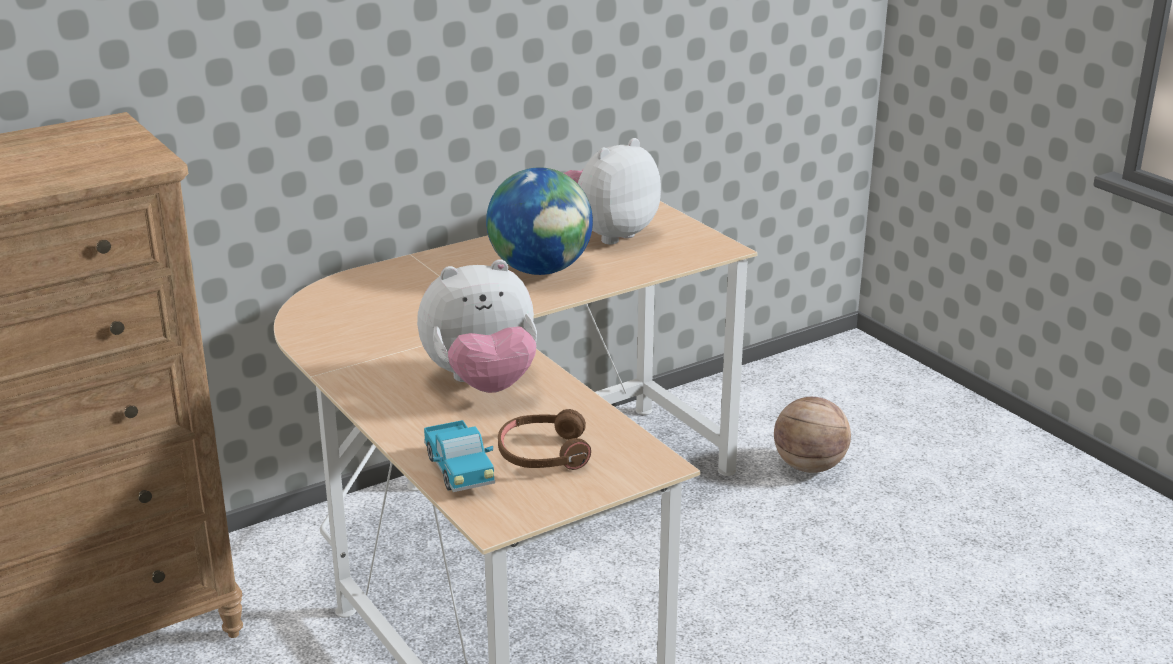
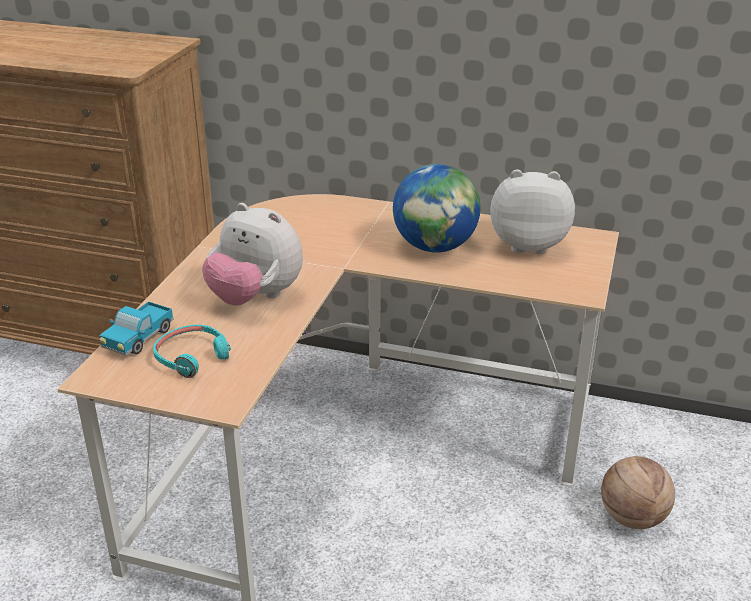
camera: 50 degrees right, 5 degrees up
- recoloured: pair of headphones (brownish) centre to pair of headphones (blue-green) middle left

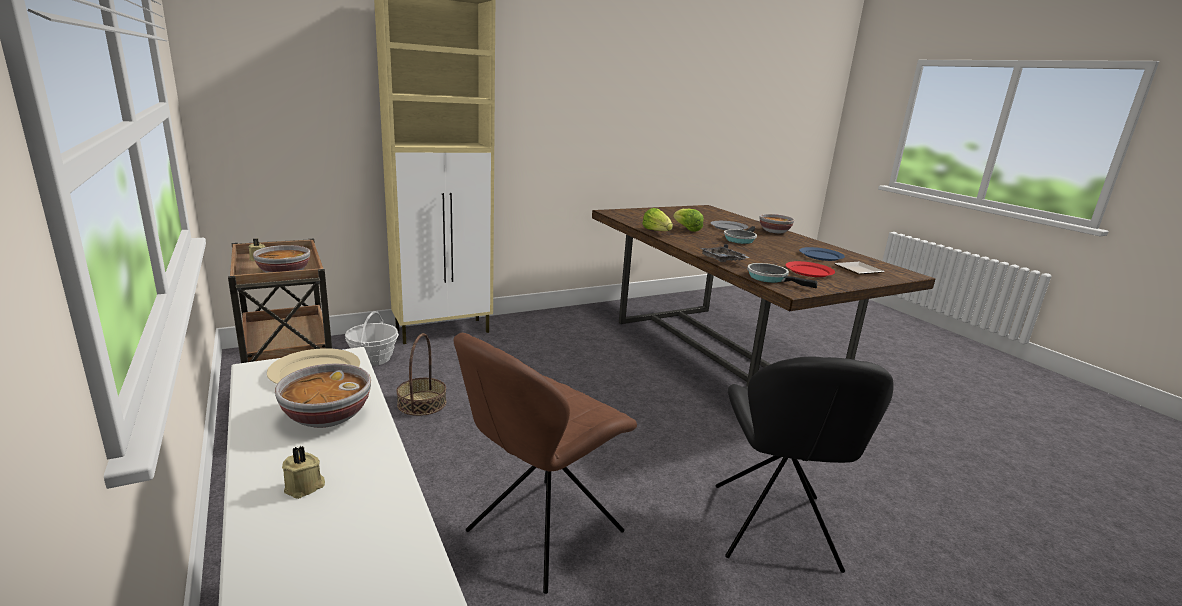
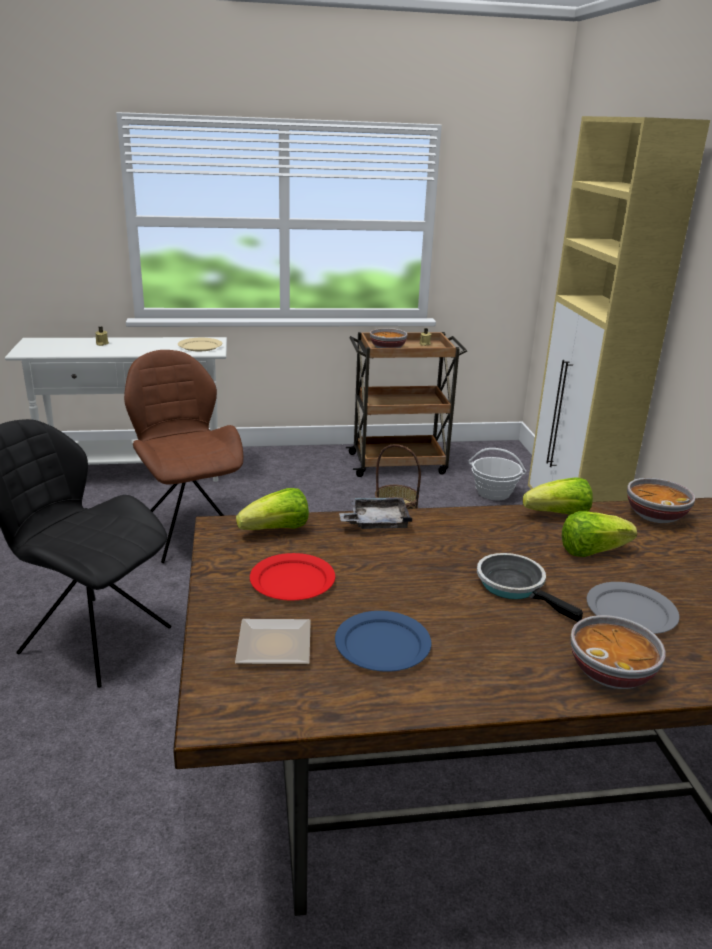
camera: 110 degrees right, 5 degrees up
- replaced: frying pan (2nd from left) centre to lettuce head (1st from left) centre
- moved: bowl (2nd from left in the first image) middle left to bowl (3rd from left) middle right

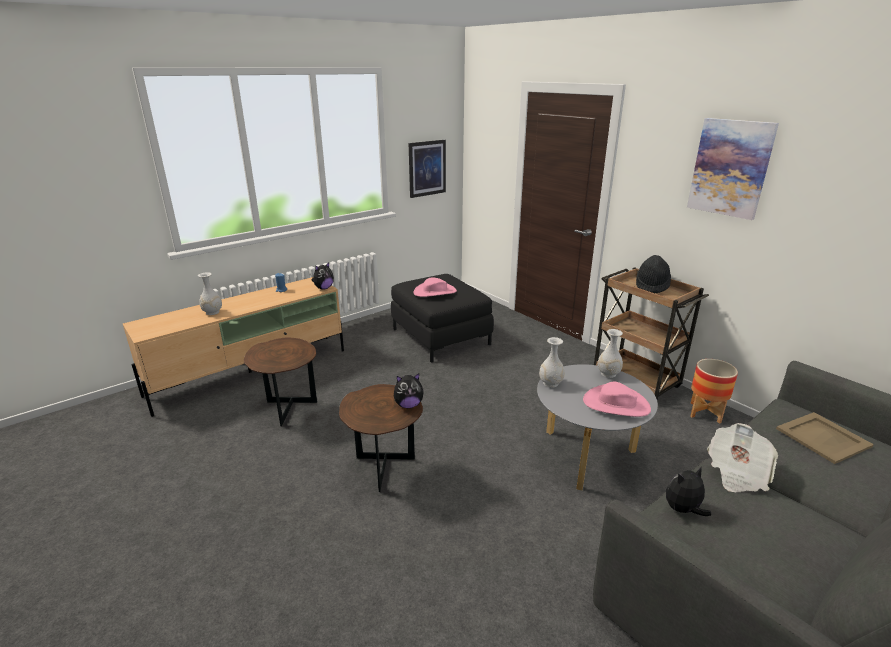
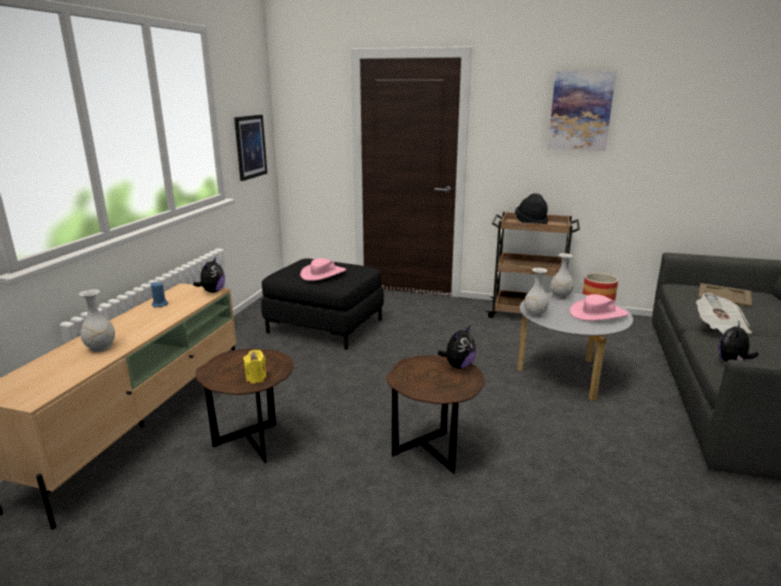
camera: 35 degrees left, 5 degrees down
- added: wax candle (yellow-coloured) middle left

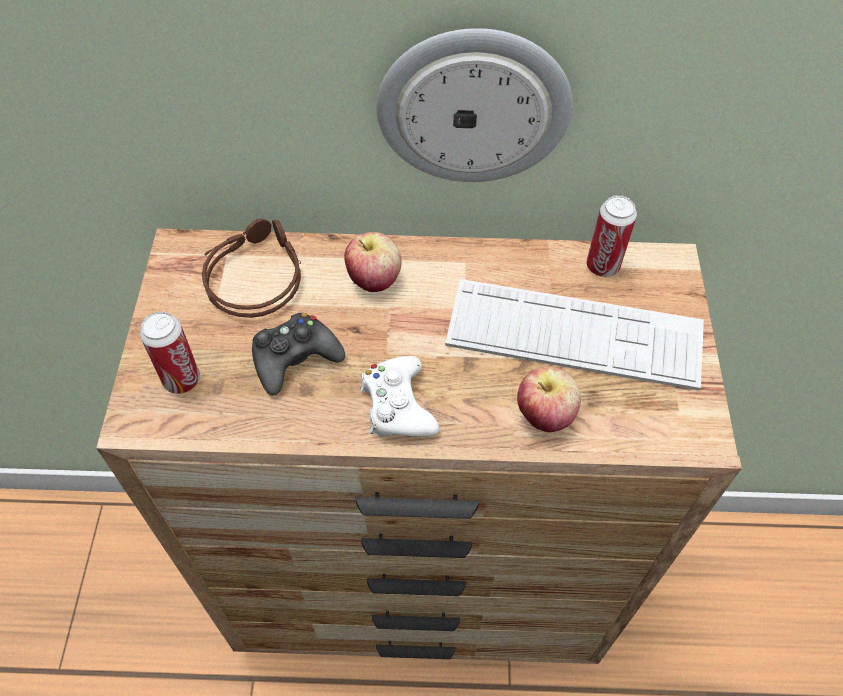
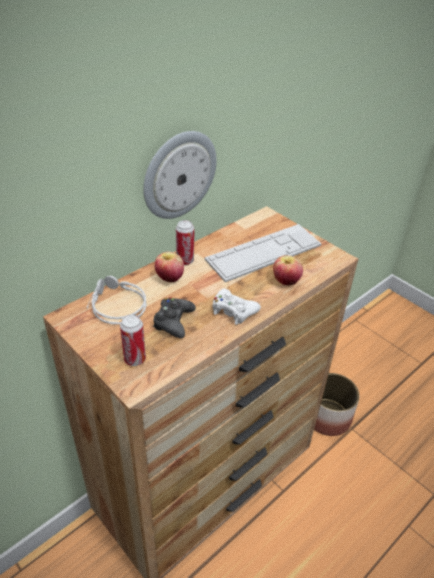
camera: 45 degrees left, 15 degrees down
- recoloured: pair of headphones (brownish) middle left to pair of headphones (gray) middle left
- moved: metal can (2nd from left) middle right to centre
- added: flower pot bottom right

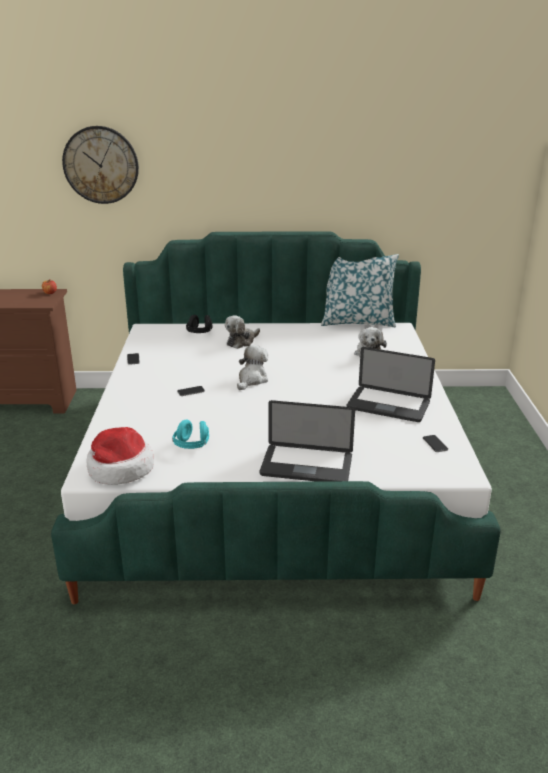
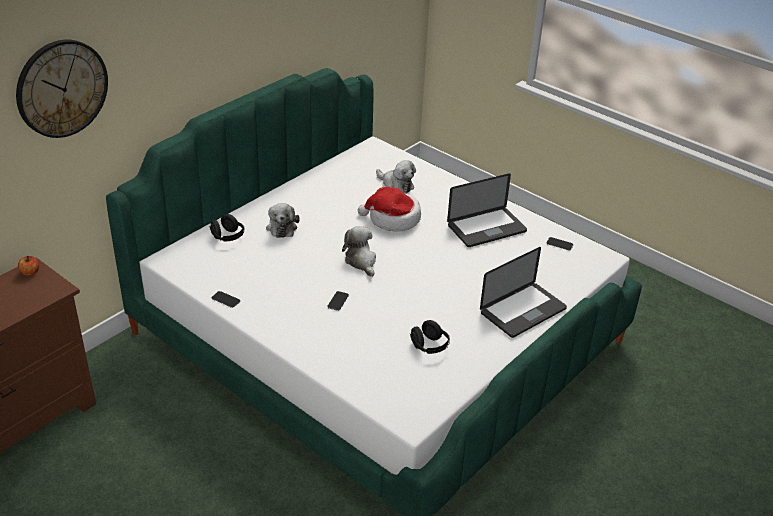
camera: 50 degrees left, 10 degrees up
- moved: hat middle left to centre
- recoloured: pair of headphones (blue-green) centre to pair of headphones (black) (2nd from left) centre
- removed: cushion centre

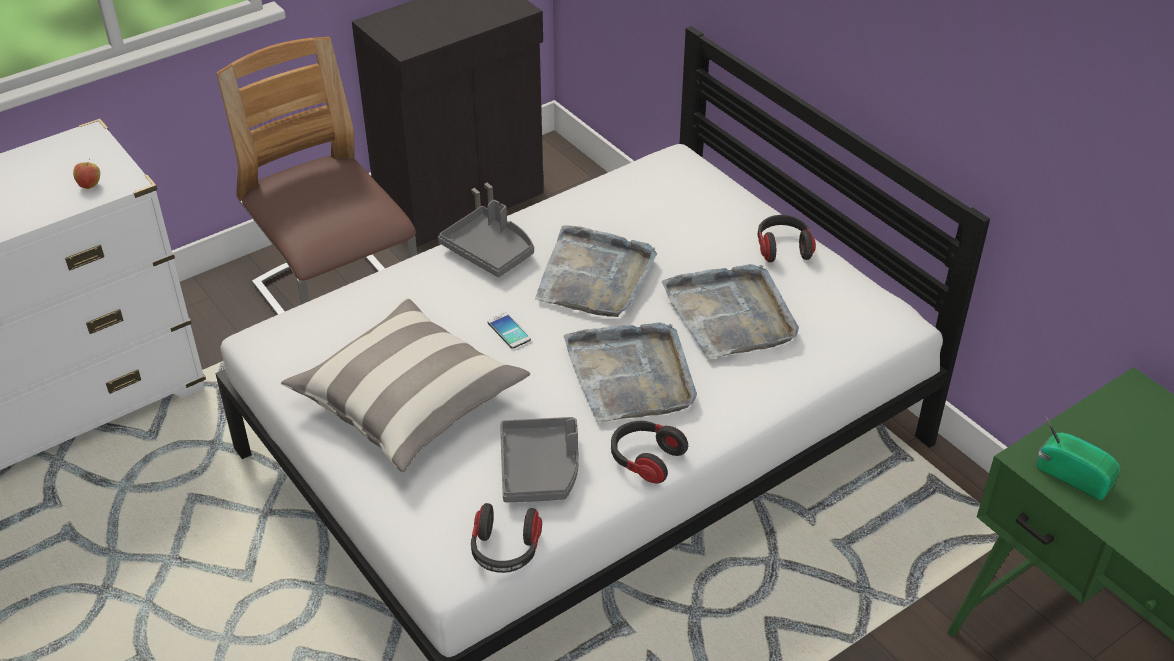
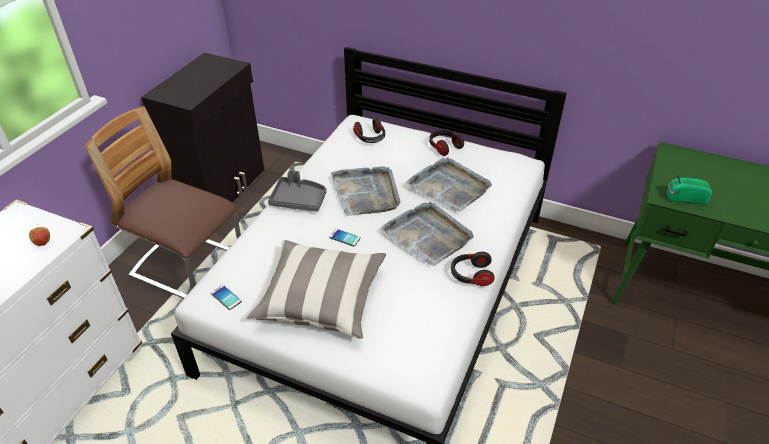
camera: 30 degrees left, 0 degrees up
- added: handset (1st from left) bottom left
- moved: pair of headphones (1st from left) bottom centre to top centre
- removed: carrying tray (gray) (2nd from left) bottom centre

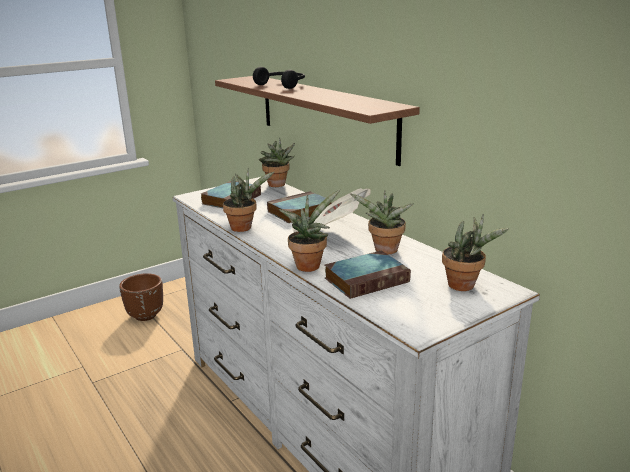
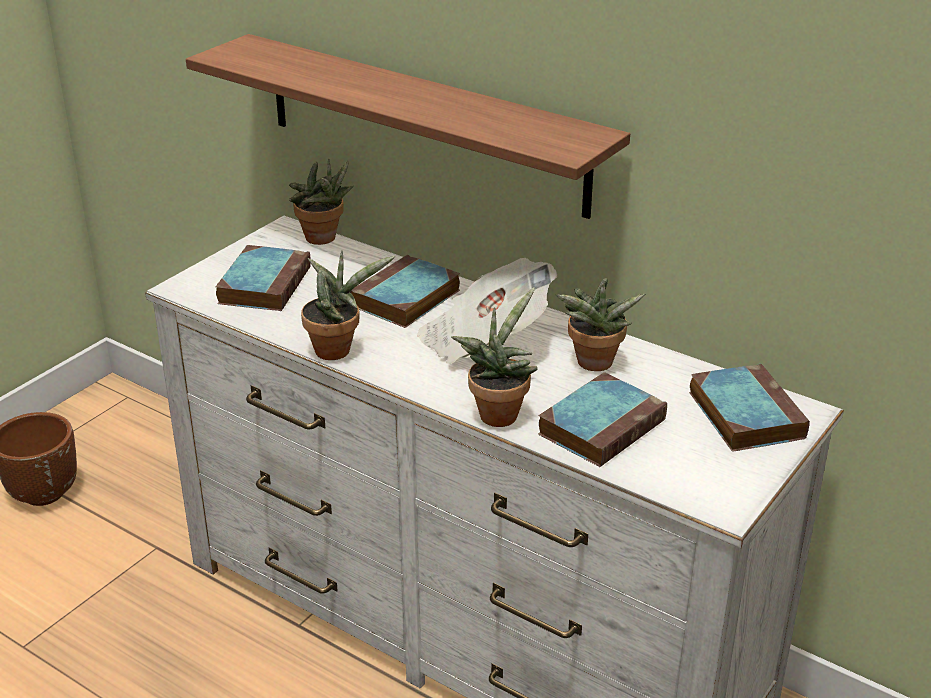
camera: 20 degrees left, 10 degrees up
- replaced: potted plant (5th from left) middle right to book (4th from left) middle right
- removed: pair of headphones (black) top centre

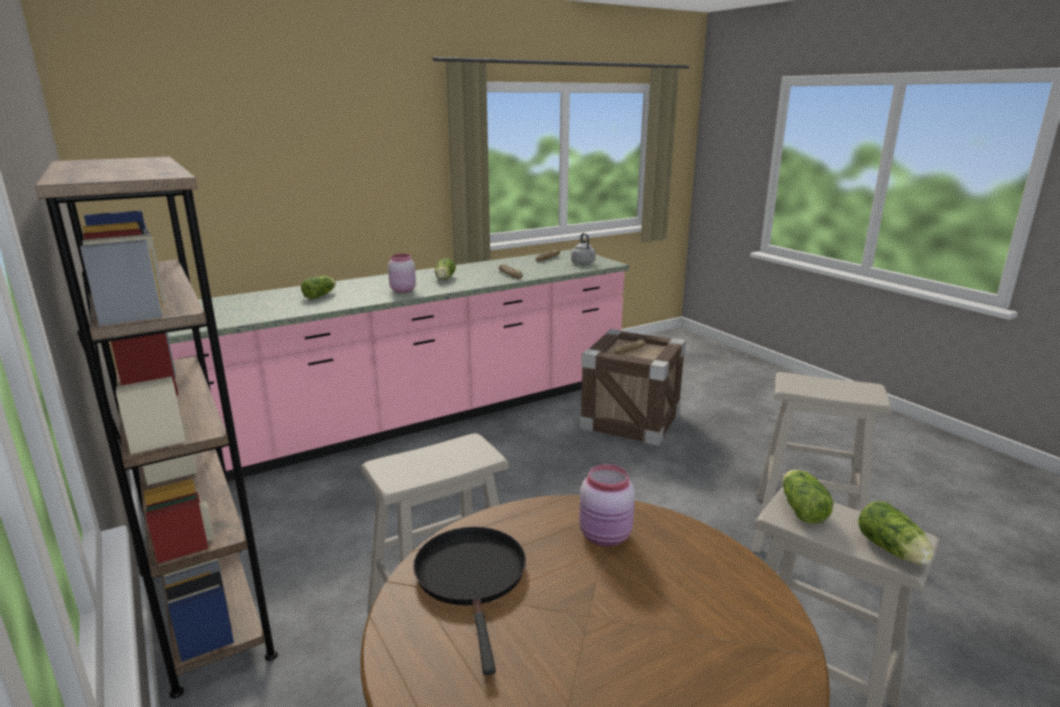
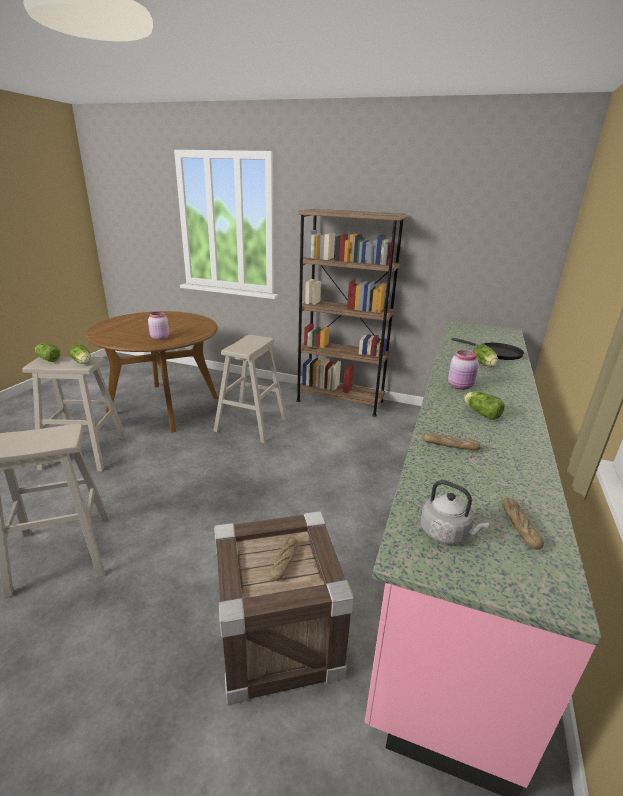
camera: 140 degrees right, 5 degrees up
- moved: frying pan (black) bottom centre to middle right

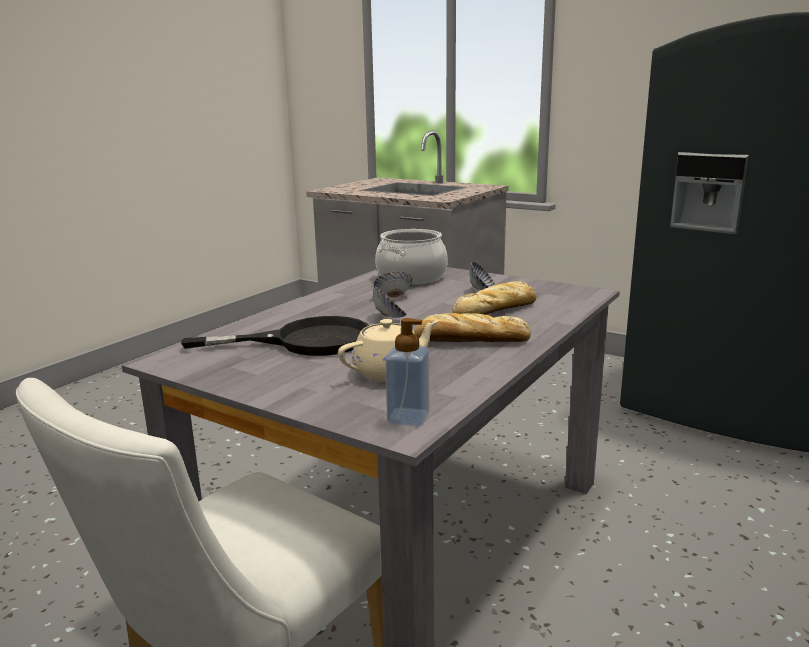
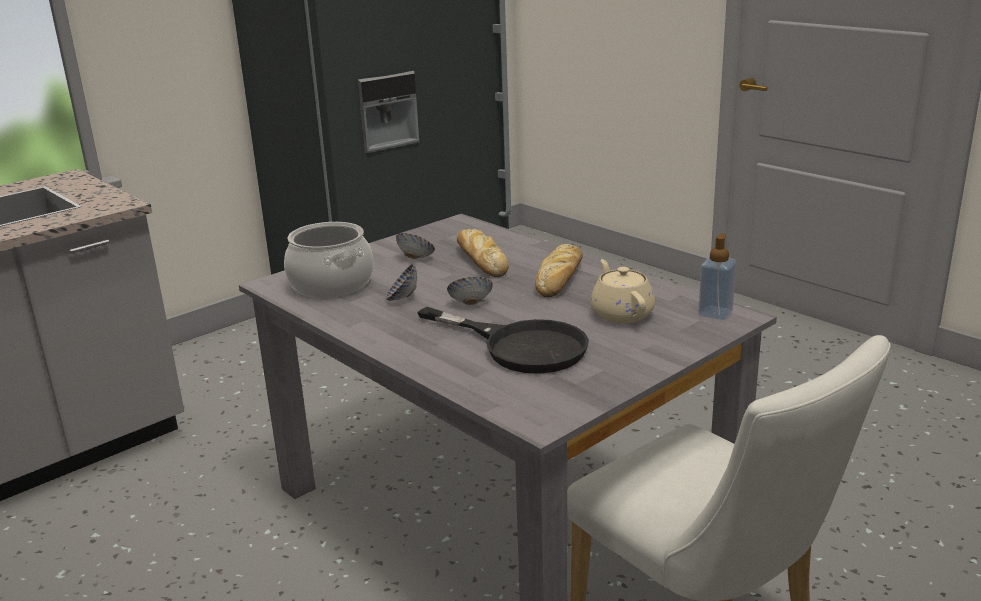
camera: 75 degrees left, 5 degrees up
- turned: frying pan (black) centre = centre 120 degrees clockwise

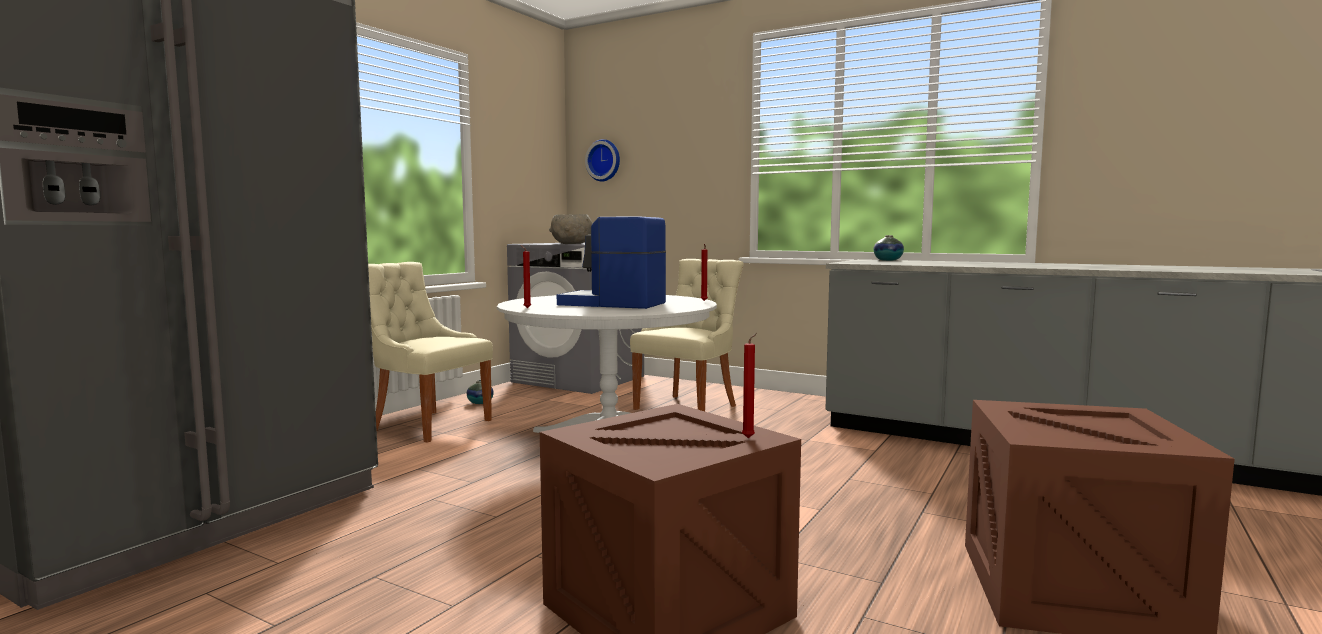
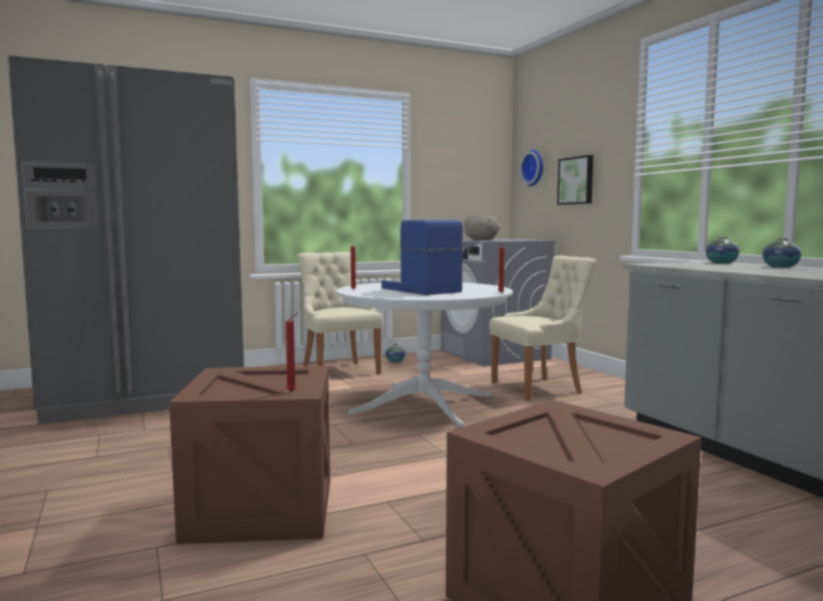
camera: 35 degrees right, 0 degrees up
- added: wall picture top right
- added: decorative vase (3rd from left) middle right

